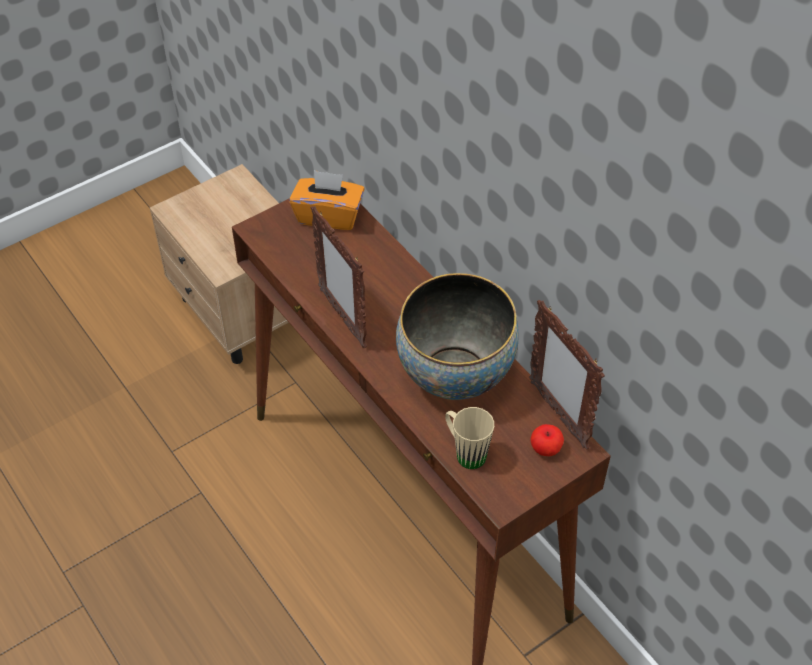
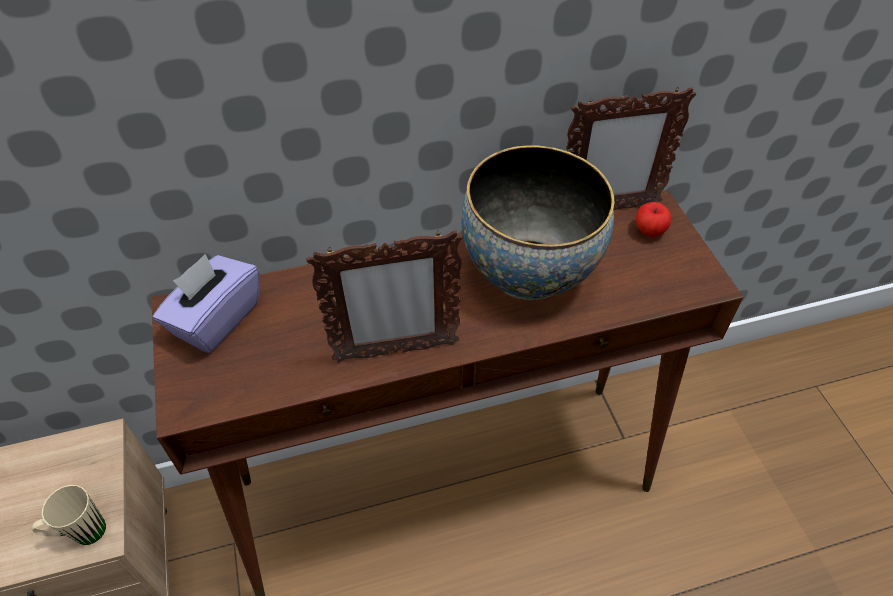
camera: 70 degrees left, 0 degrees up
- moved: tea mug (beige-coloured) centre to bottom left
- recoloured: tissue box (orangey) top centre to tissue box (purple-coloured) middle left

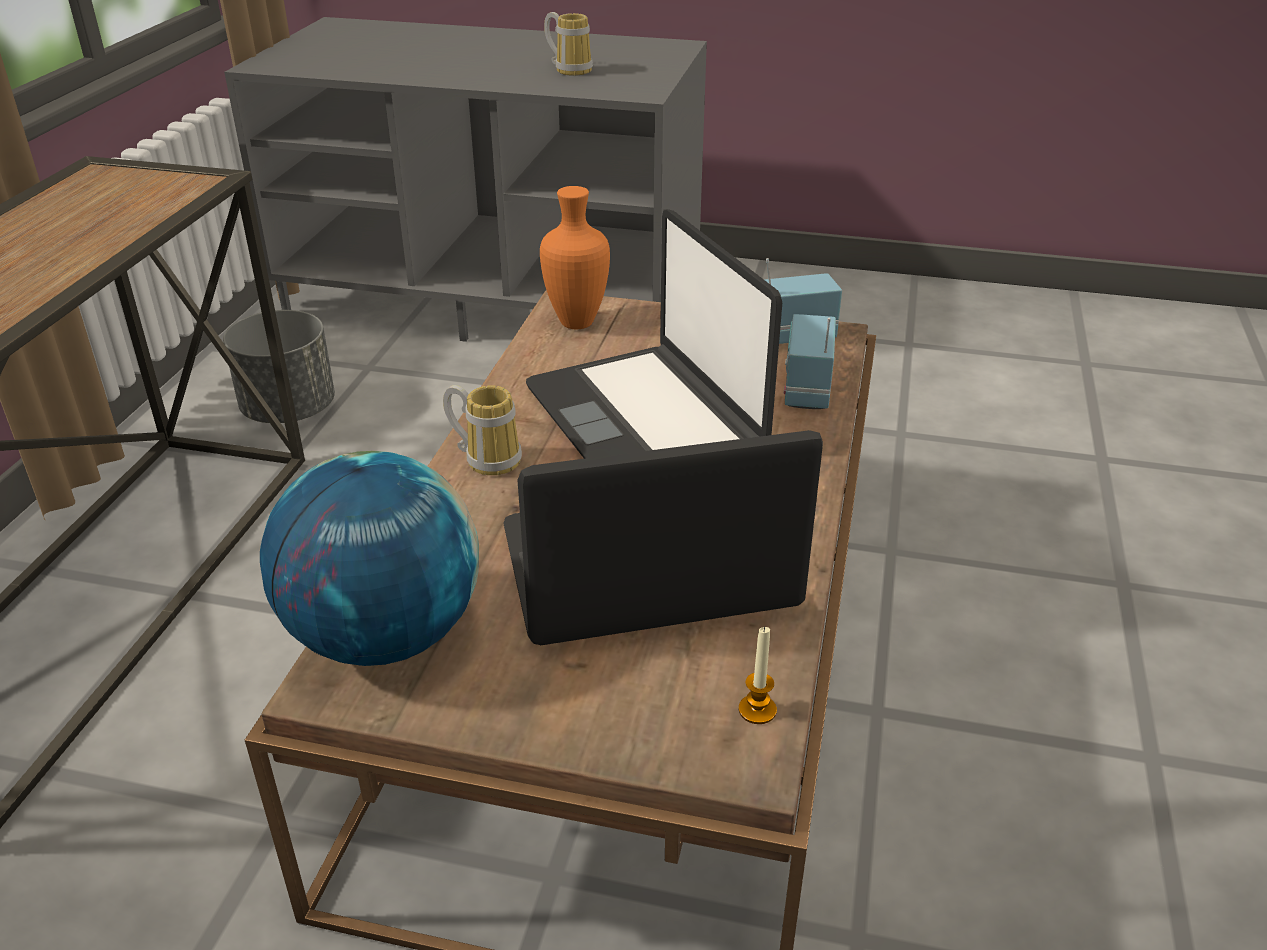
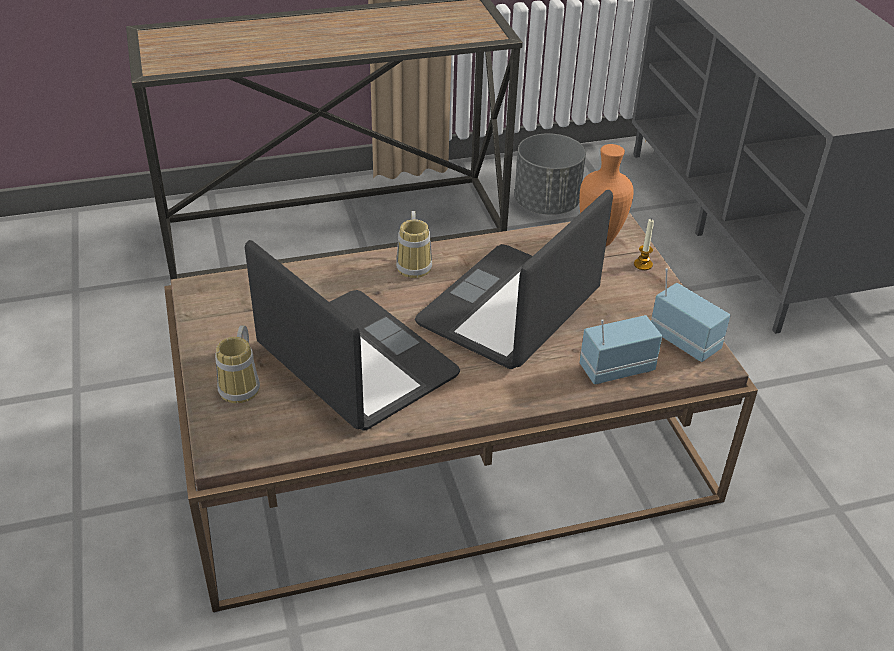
camera: 60 degrees right, 5 degrees up
- moved: tea mug (2nd from left in the first image) top centre to tea mug (1st from left) middle left
- moved: wax candle bottom centre to middle right
- removed: desk globe middle left

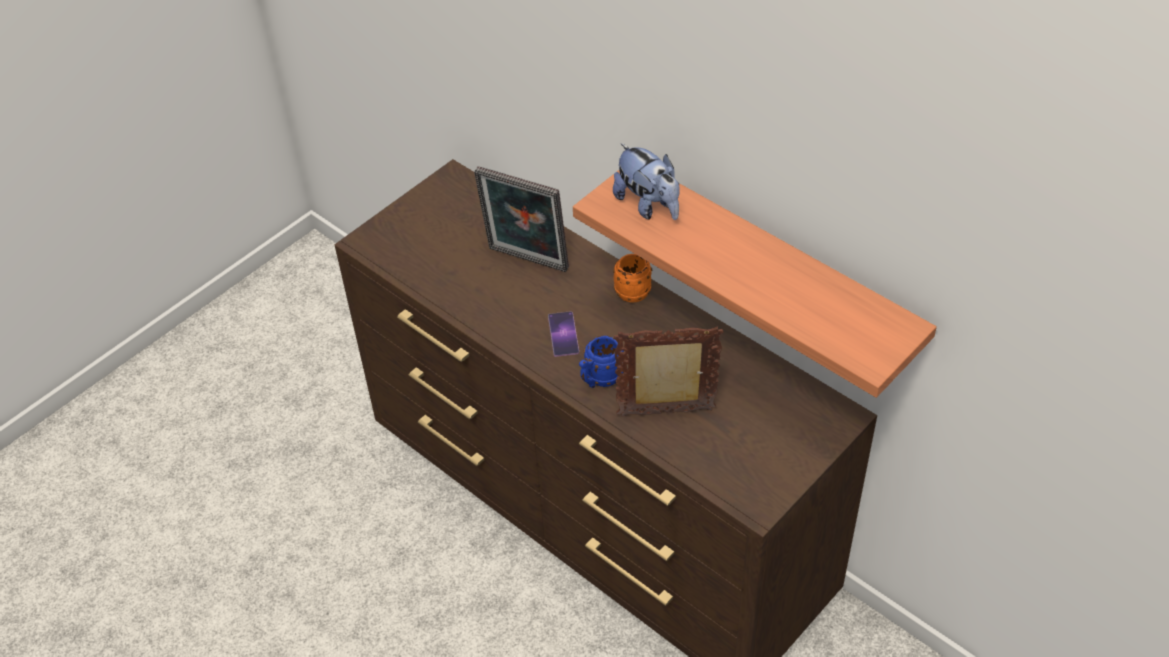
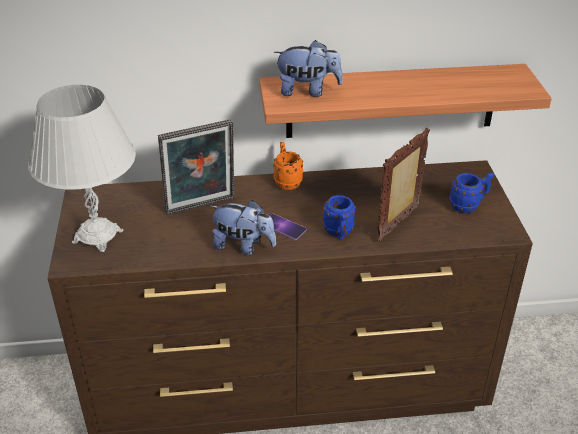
camera: 50 degrees left, 10 degrees down
- added: lamp for a table (white-coloured) middle left
- added: soft toy (1st from left) centre
- added: tea mug (blue) (2nd from left) middle right

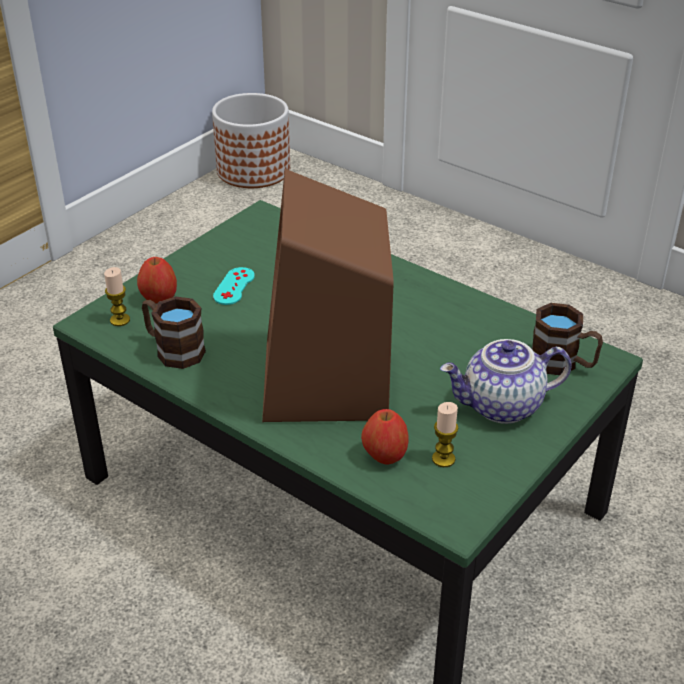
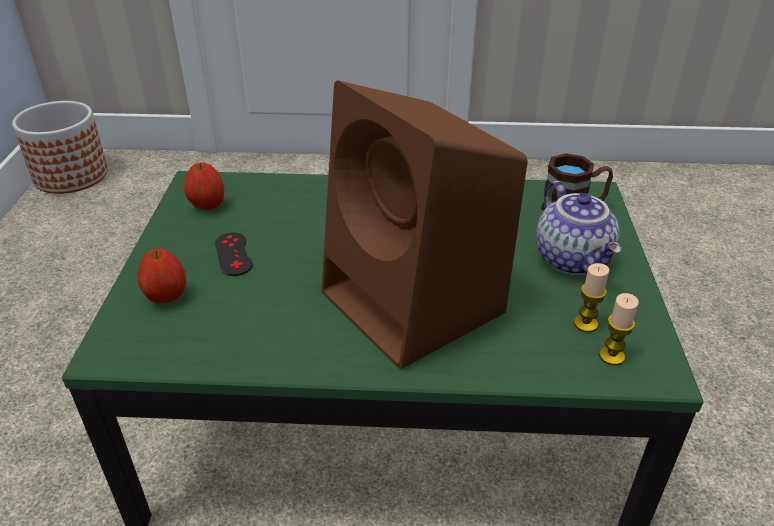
camera: 35 degrees left, 0 degrees up
- moved: whole apple (2nd from left) centre to middle left
- recoloured: game controller (blue-green) centre to game controller (black) middle left
- turned: teapot middle right = middle right 60 degrees counterclockwise
- moved: wax candle (1st from left in the first image) middle left to wax candle (2nd from left) middle right
- removed: tea mug (brownish) (1st from left) middle left

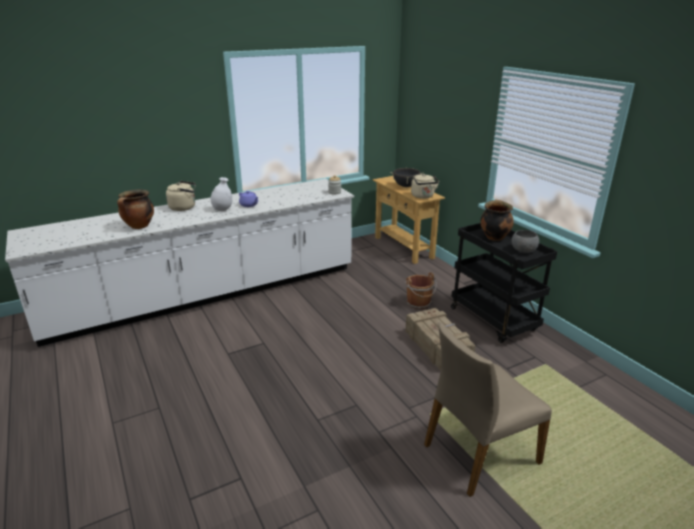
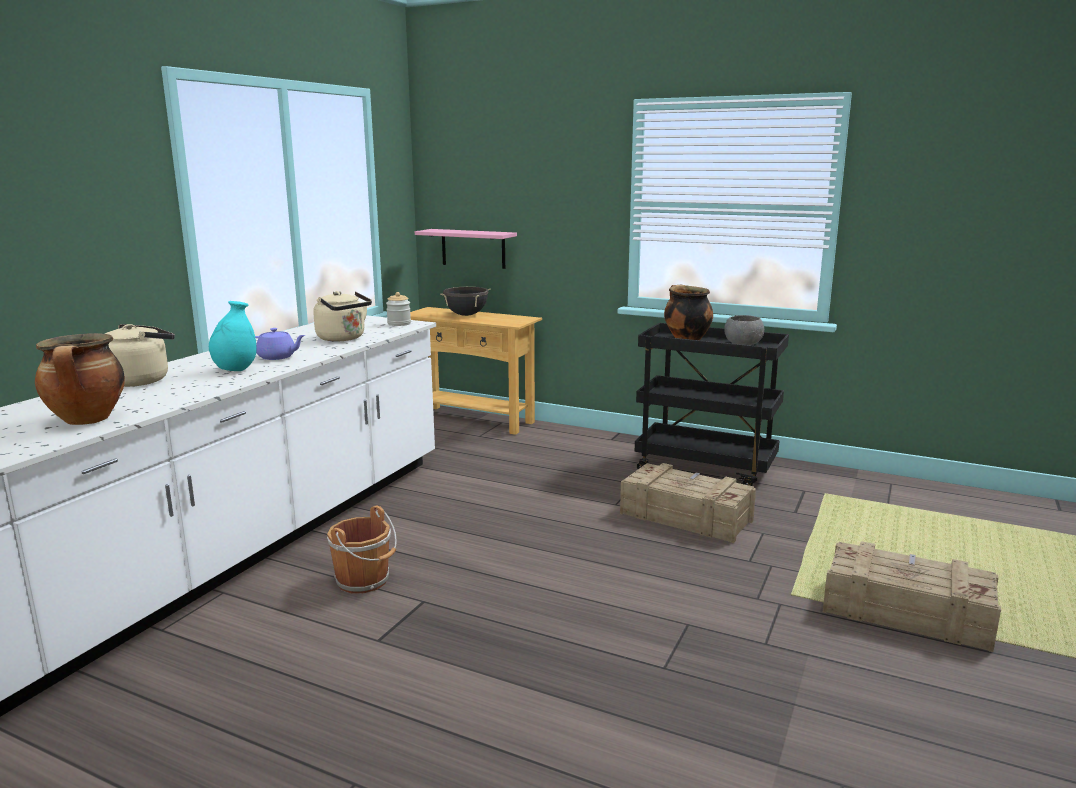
camera: 35 degrees left, 10 degrees down
- recoloured: decorative vase (white-coloured) middle left to decorative vase (blue-green) middle left
- moved: water kettle (beige-coloured) (2nd from left) centre to middle left
- moved: water bucket (brownish) centre to bottom centre
- added: bracket shelf (pink-coloured) top centre
- replaced: plain chair (beige-coloured) bottom right to packing crate (2nd from left) bottom right

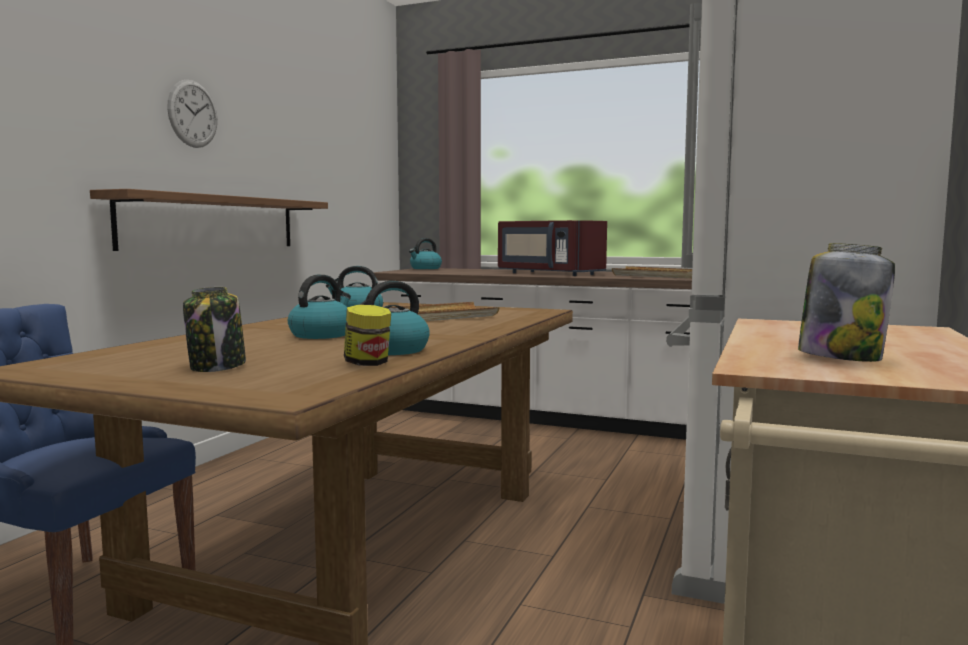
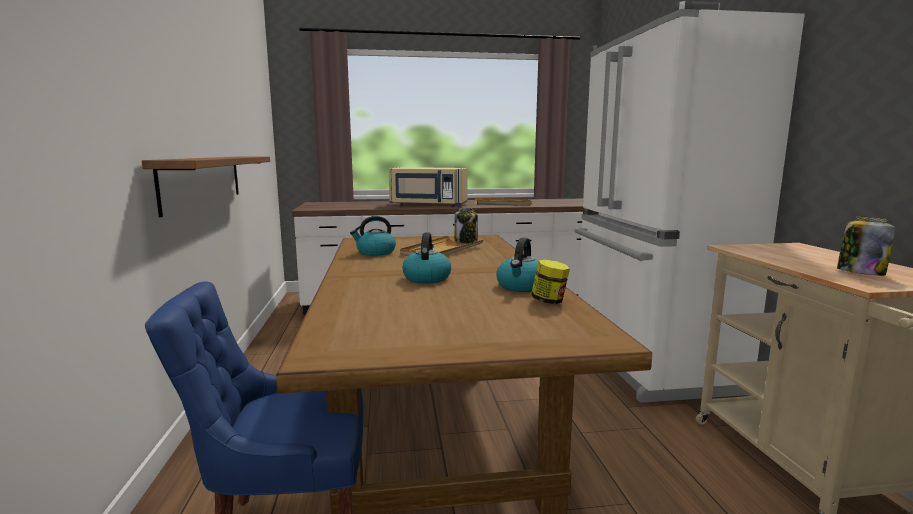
camera: 30 degrees left, 5 degrees up
- recoloured: kitchen microwave (reddish) centre to kitchen microwave (beige-coloured) centre
- moved: preserve jar (1st from left) middle left to centre
- removed: wall clock top left
- removed: water kettle (4th from left) centre

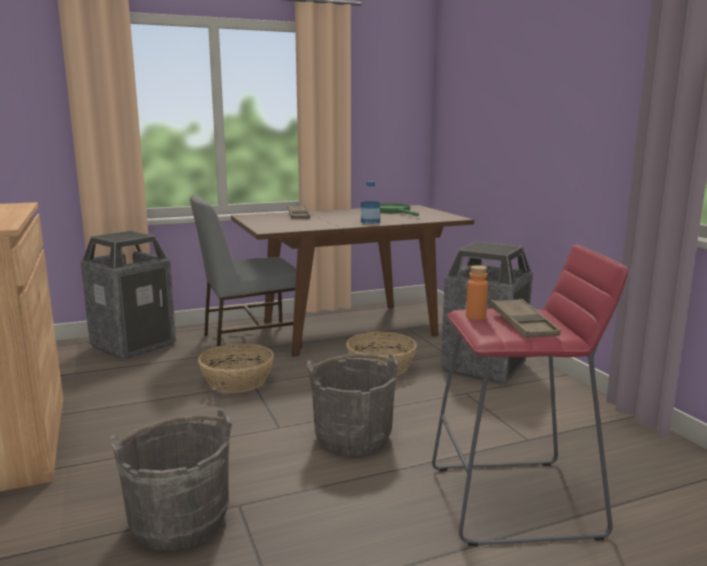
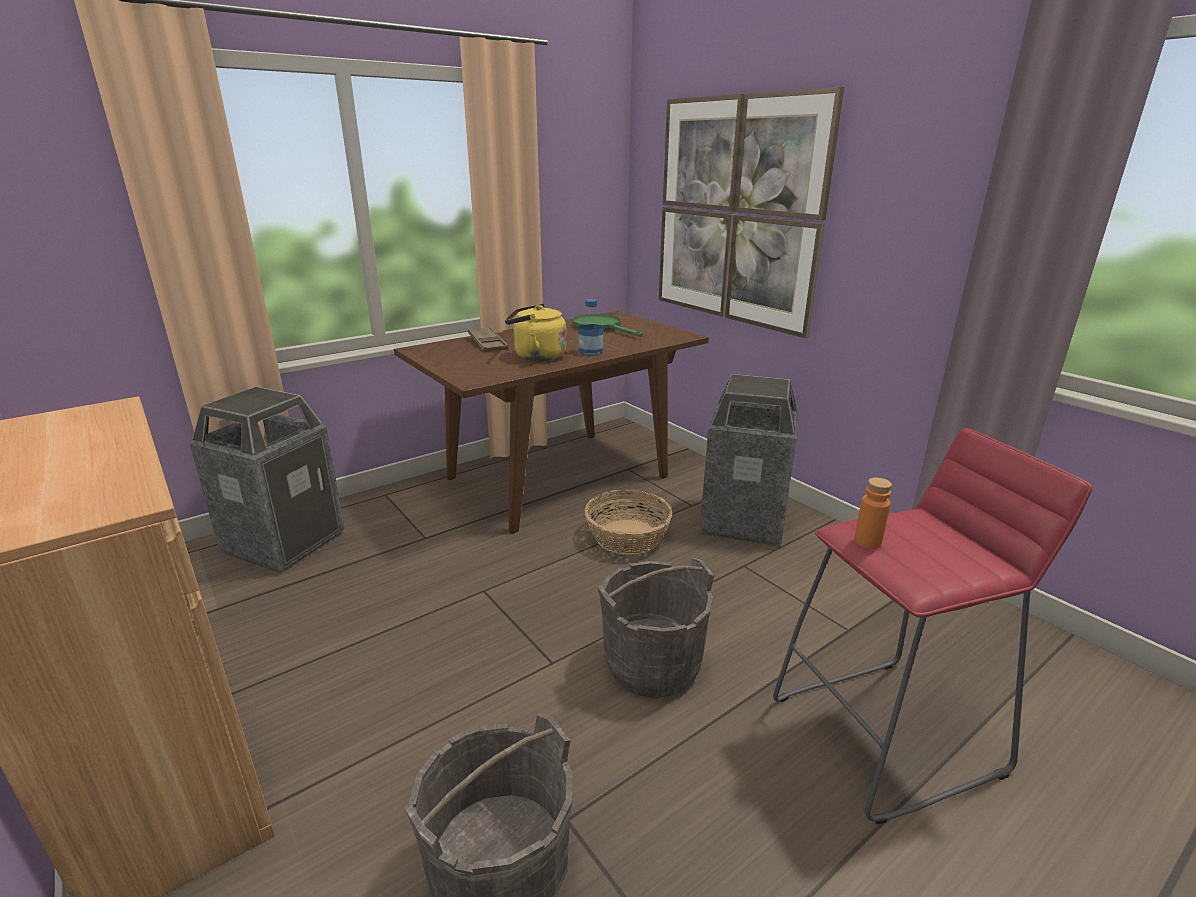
camera: 15 degrees left, 10 degrees up
- added: water kettle (yellow-coloured) centre
- added: wall picture top centre
- removed: plain chair (gray) centre
- removed: storage basket (1st from left) centre
- removed: carrying tray (brownish) (2nd from left) middle right

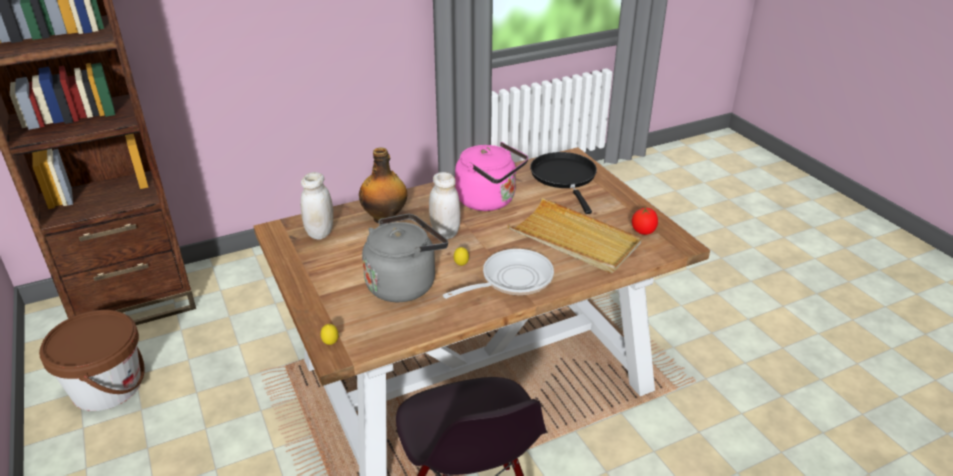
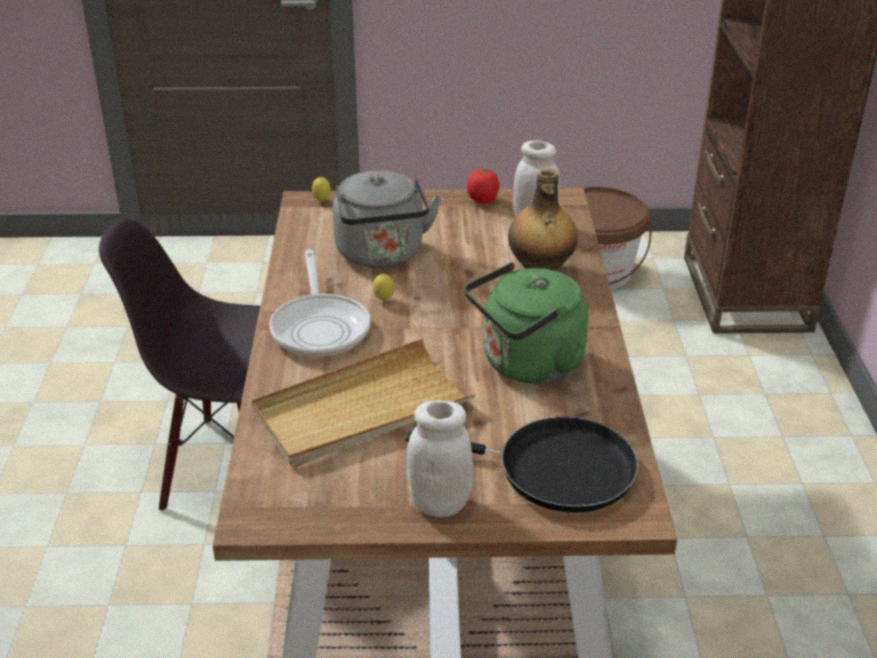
camera: 115 degrees right, 0 degrees up
- moved: preserve jar (white-coloured) (2nd from left in the first image) centre to preserve jar (white-coloured) (1st from left) bottom centre
- recoloured: water kettle (pink-coloured) centre to water kettle (greenish) centre
- moved: fresh tomato middle right to top centre

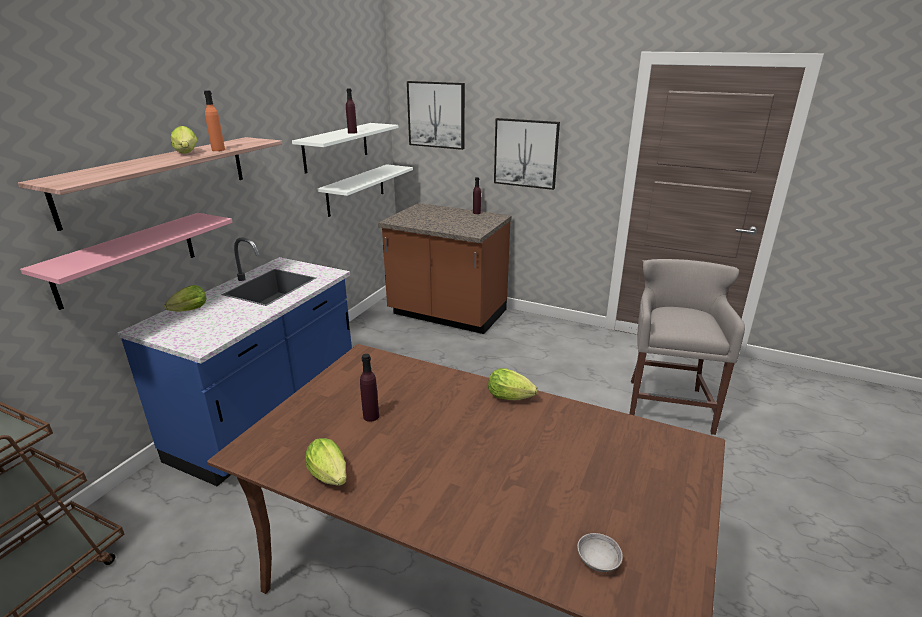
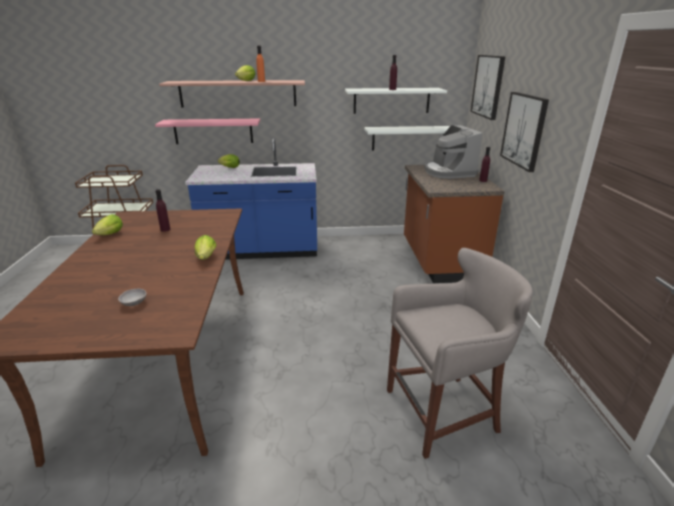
camera: 60 degrees right, 0 degrees up
- moved: bowl (gray) bottom centre to middle left
- added: coffee maker top right

